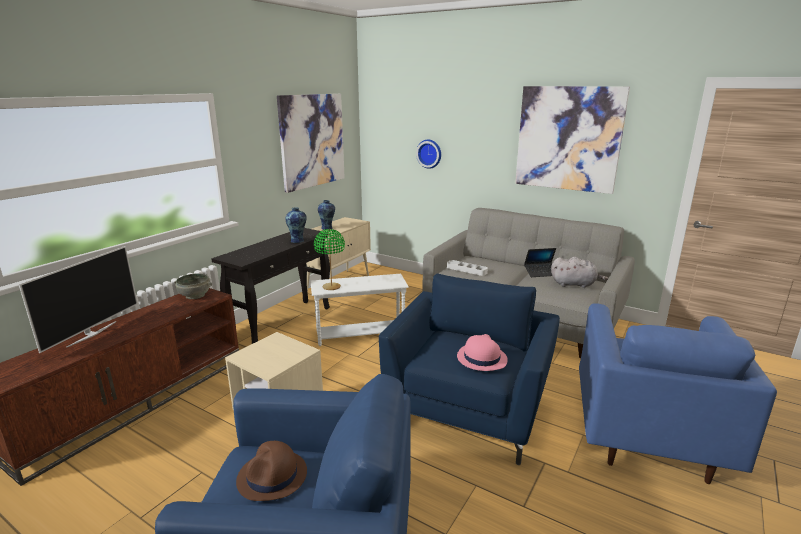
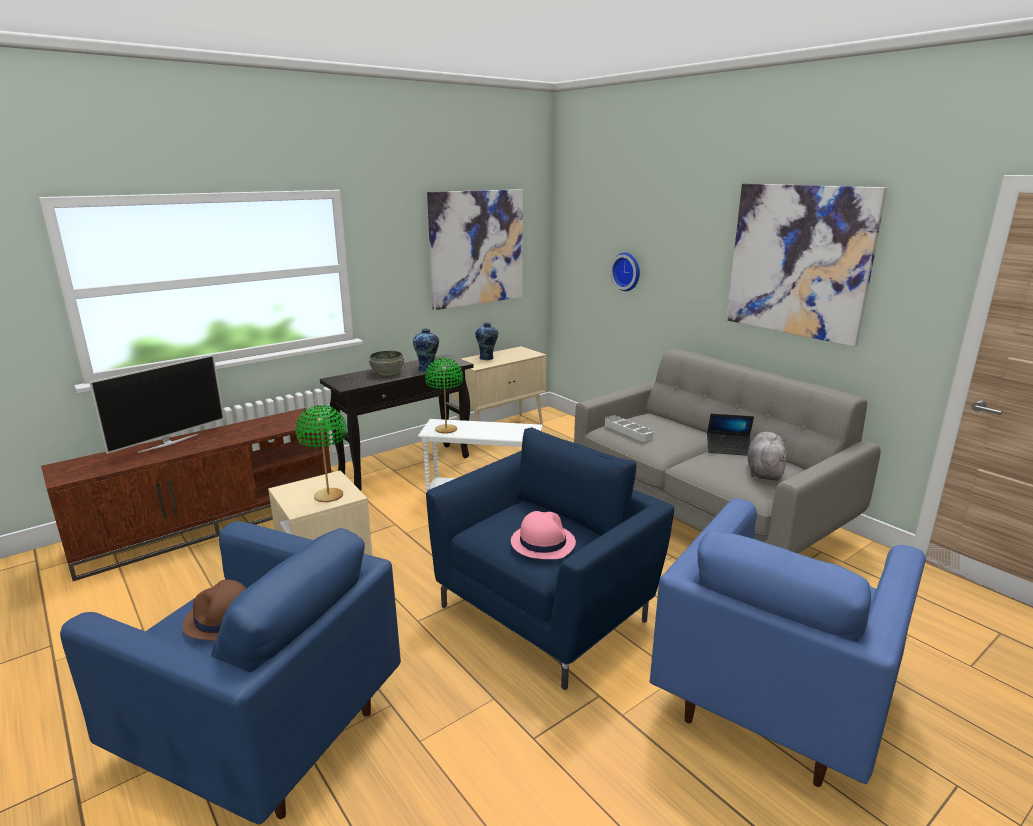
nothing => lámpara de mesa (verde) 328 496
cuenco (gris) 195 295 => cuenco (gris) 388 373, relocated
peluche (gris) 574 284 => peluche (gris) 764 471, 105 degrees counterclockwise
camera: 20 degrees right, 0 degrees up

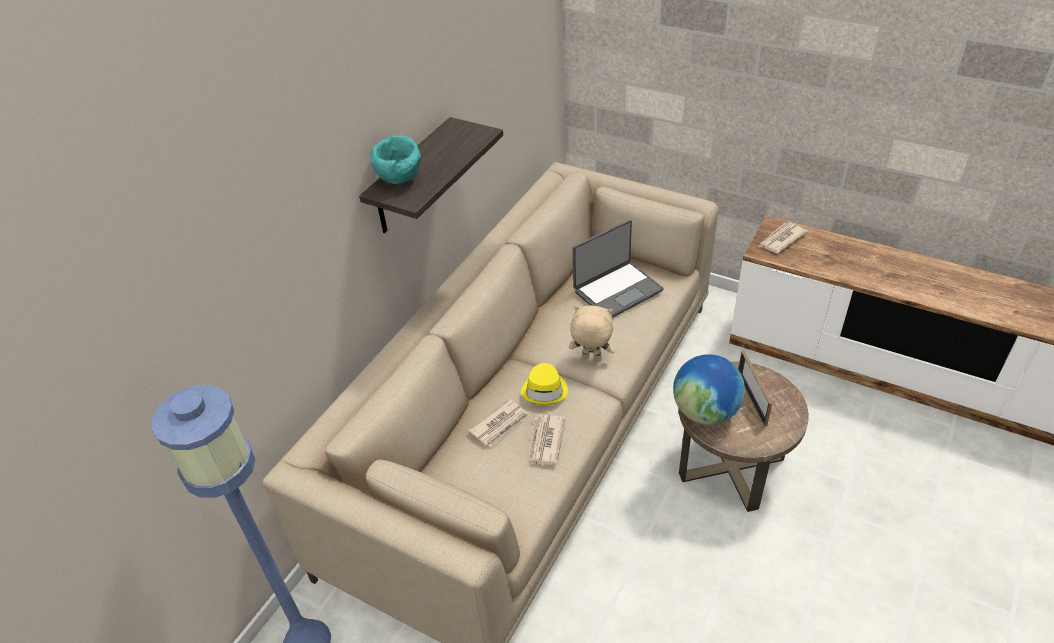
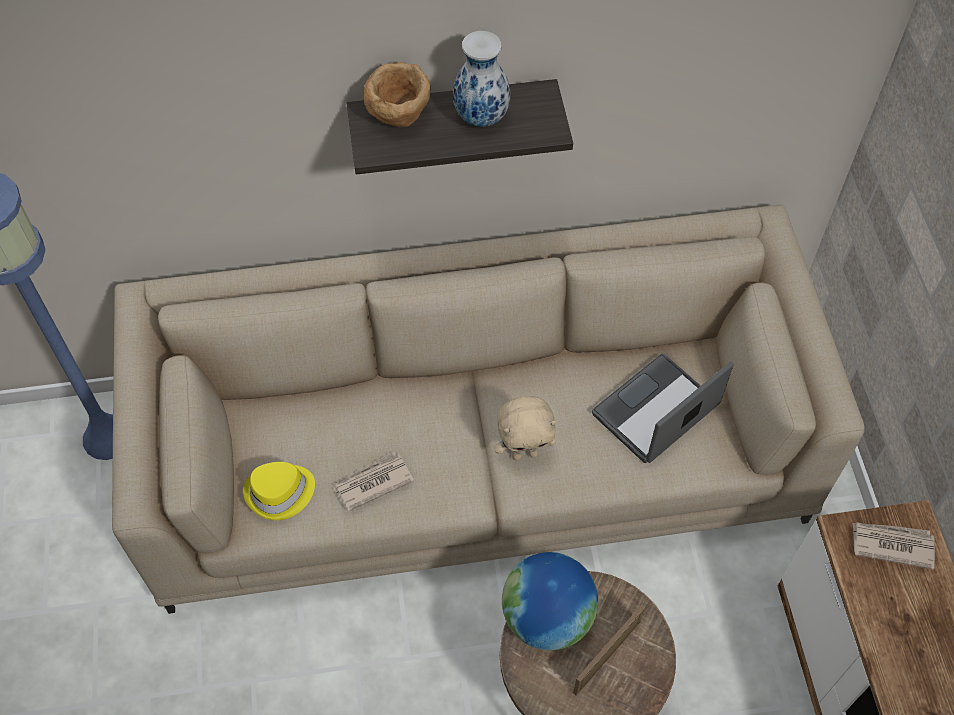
periódico 500 425 => nothing
nothing => florero 482 117
sombrero (amarillo) 545 390 => sombrero (amarillo) 280 493, relocated
cuenco (turquesa) 400 180 => cuenco (marrón) 399 117
peluche (beis) 591 359 => peluche (beis) 524 453, 105 degrees clockwise
portátil 617 290 => portátil 656 412, 120 degrees clockwise
camera: 50 degrees right, 15 degrees up

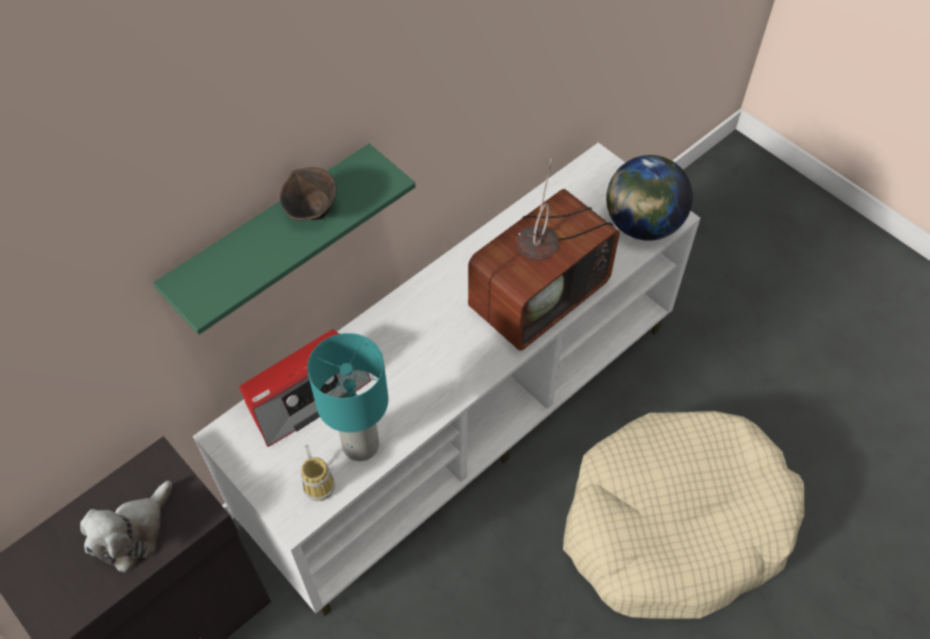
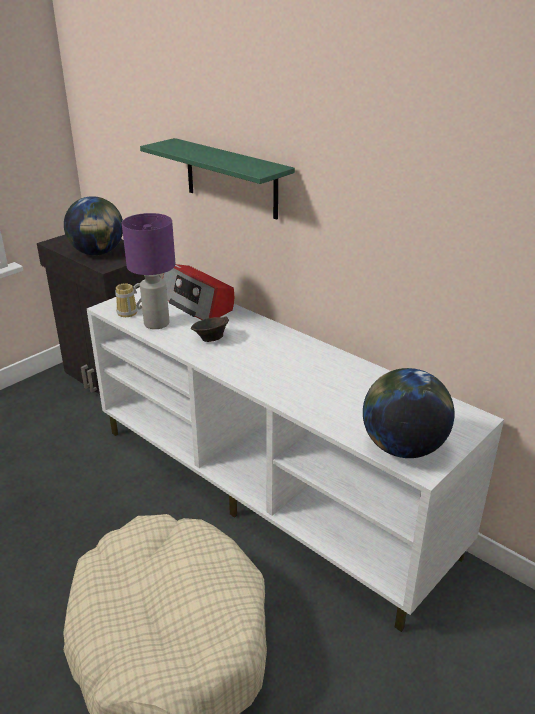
televisor 538 293 => nothing
cuenco (marrón) 312 211 => cuenco (marrón) 210 339, relocated
peluche 134 533 => globo terráqueo 98 253
lámpara de mesa (turquesa) 361 446 => lámpara de mesa (morado) 156 324
camera: 85 degrees right, 25 degrees down

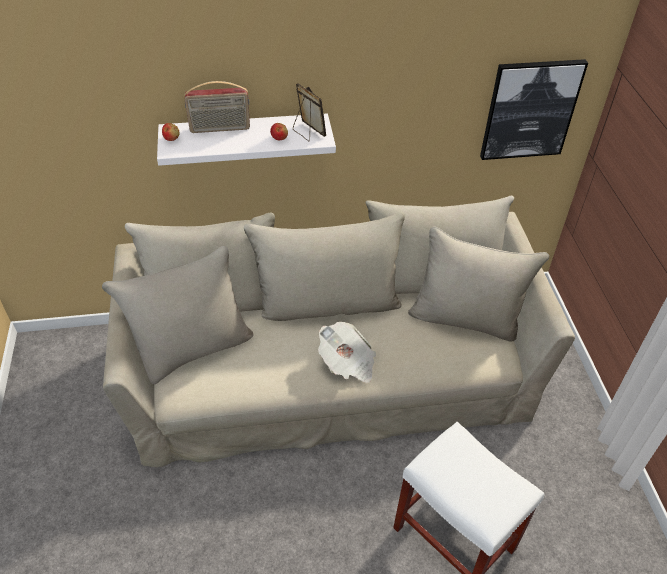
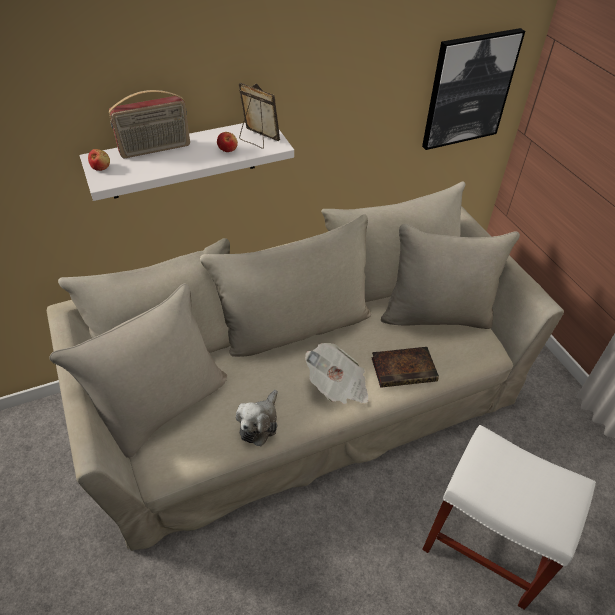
nothing => peluche 259 423
nothing => libro 405 369
camera: 15 degrees left, 0 degrees up

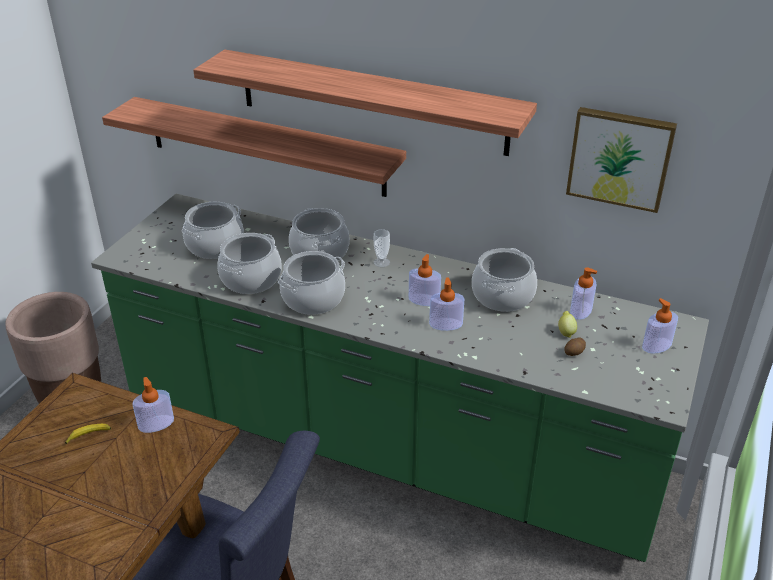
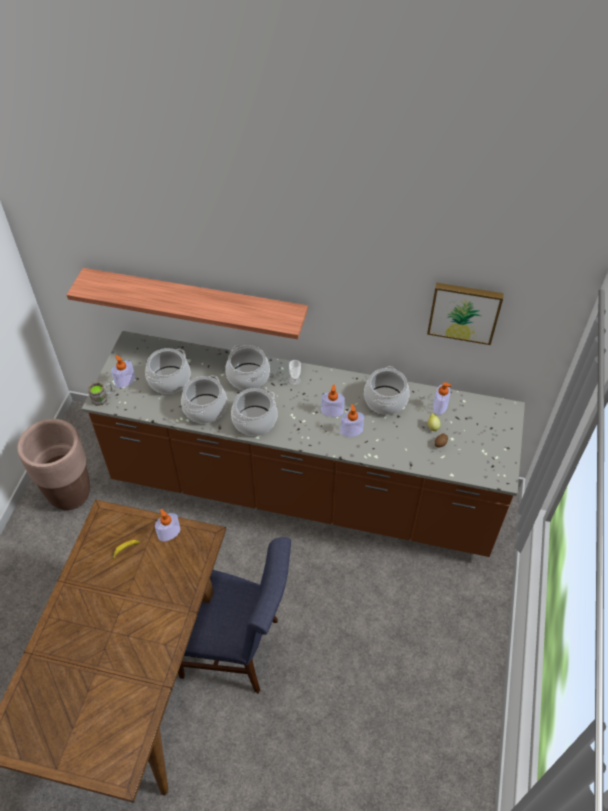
estante 371 102 => nothing
nothing => taza grande (marrón) 103 398
dispensador de jabón 656 345 => dispensador de jabón 125 381, relocated
mueble bajo de cocina (verde) 386 443 => mueble bajo de cocina (marrón) 303 489
camera: 10 degrees left, 15 degrees up

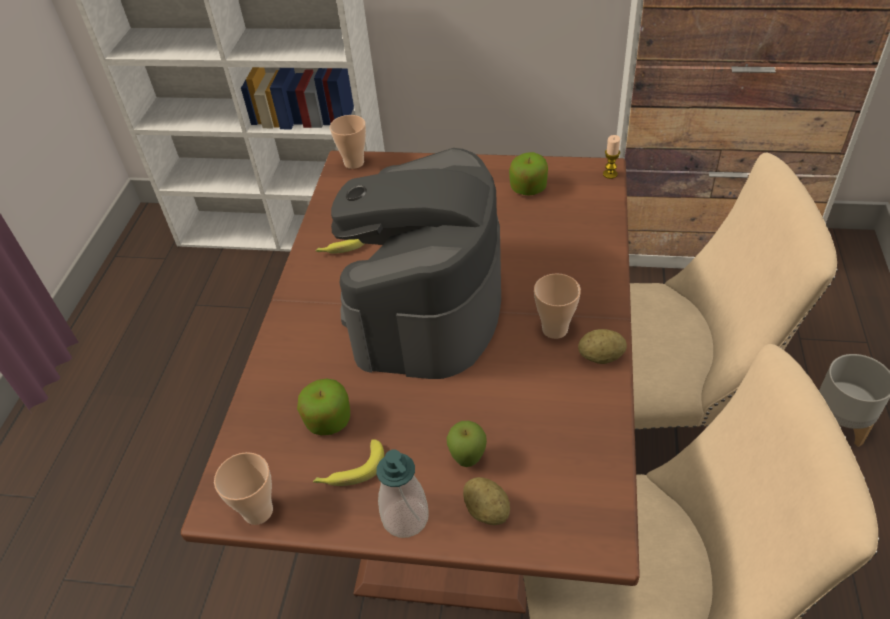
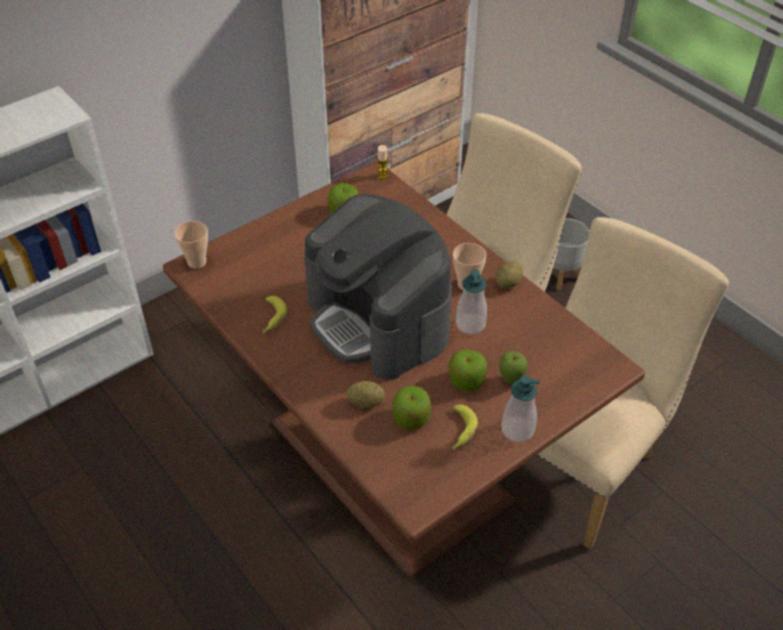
taza 258 511 => nothing
nothing => manzana 466 381
nothing => dispensador de jabón 470 324
patata 486 510 => patata 366 403, relocated
camera: 50 degrees left, 0 degrees up

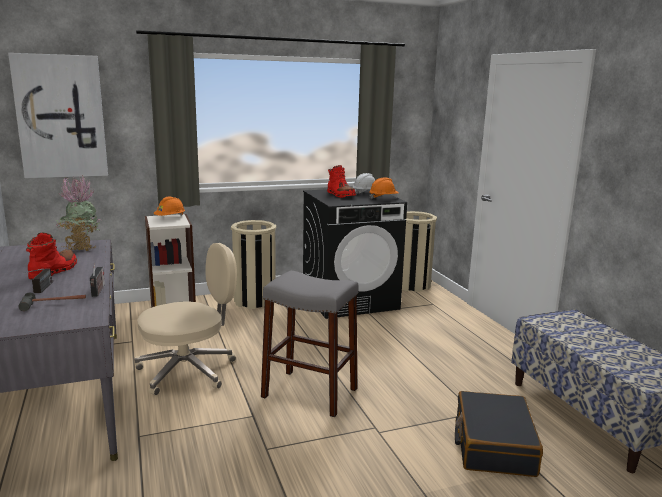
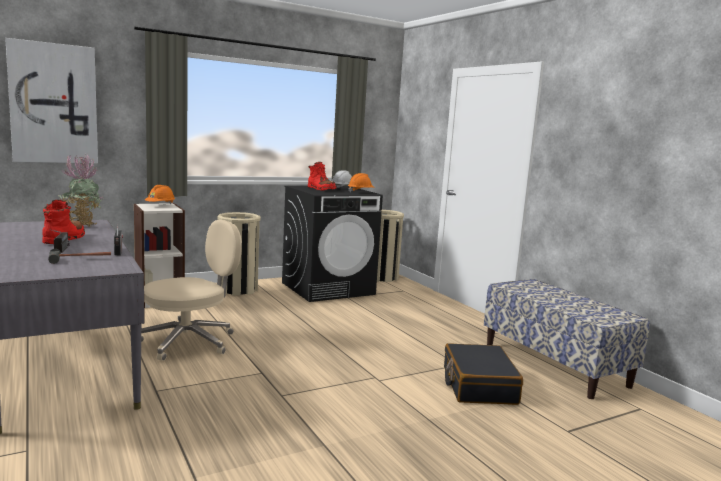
taburete (gris) 309 392 => nothing
camera: 10 degrees left, 5 degrees down

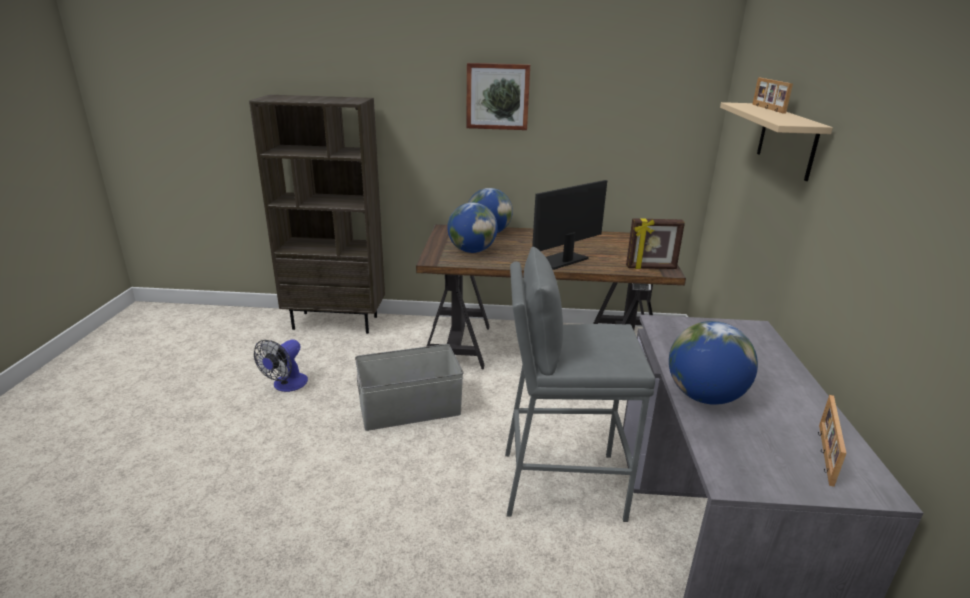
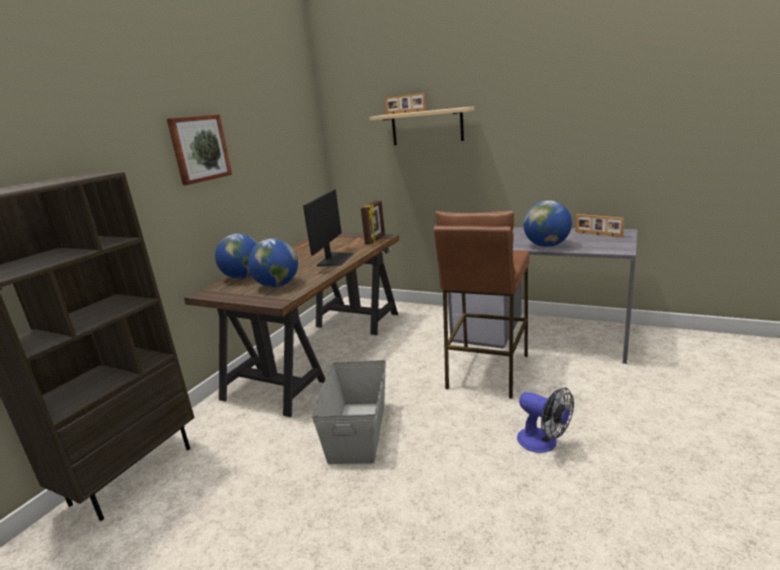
ventilador 286 385 => ventilador 543 443, relocated
taburete (gris) 561 483 => taburete (marrón) 486 371
monitor 561 260 => monitor 335 259, 150 degrees counterclockwise
camera: 65 degrees left, 5 degrees down

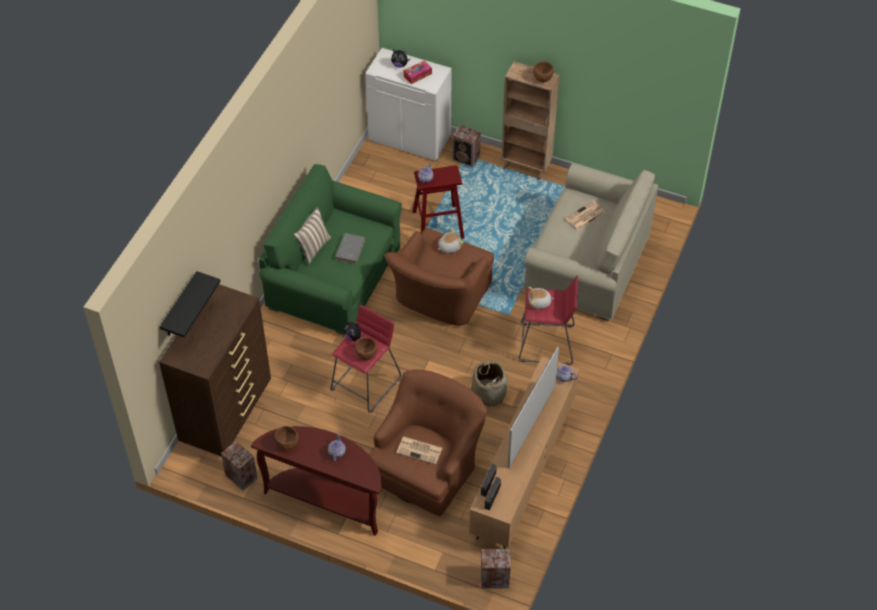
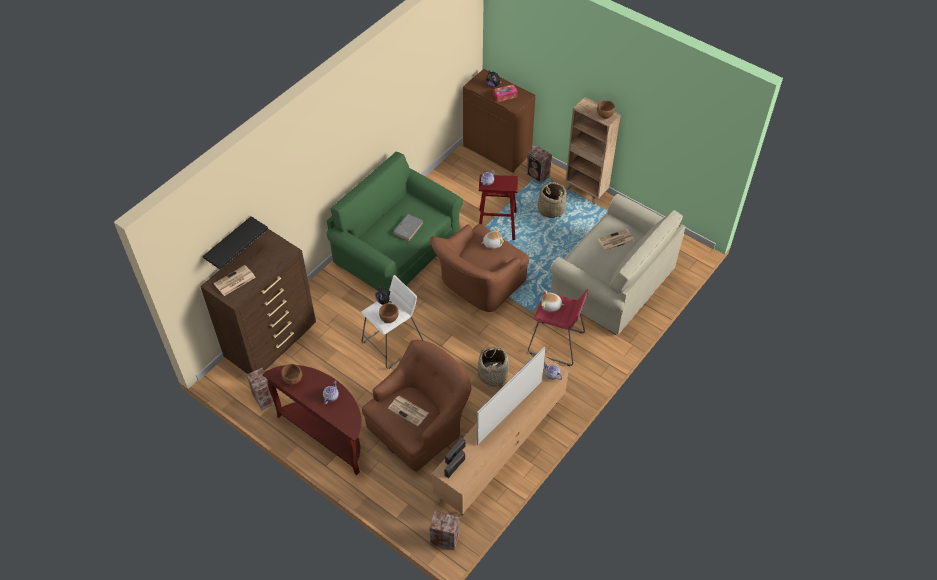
cojín 313 248 => nothing
nothing => periódico 234 281
nothing => cesta 551 209
taburete (rojo) 366 384 => taburete (blanco) 393 343
armario (blanco) 410 138 => armario (marrón) 497 150
camera: 15 degrees right, 0 degrees up

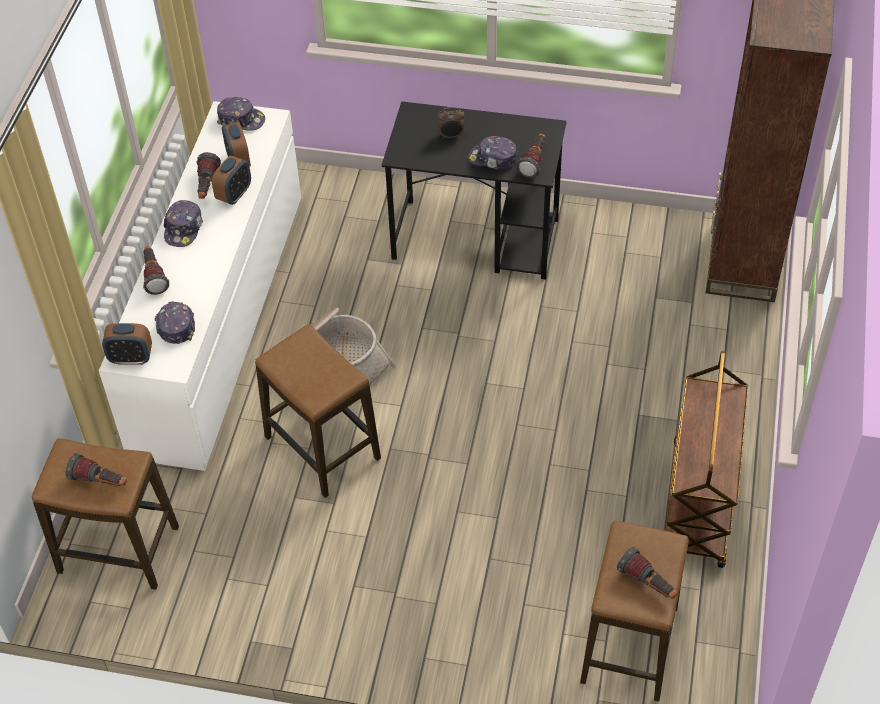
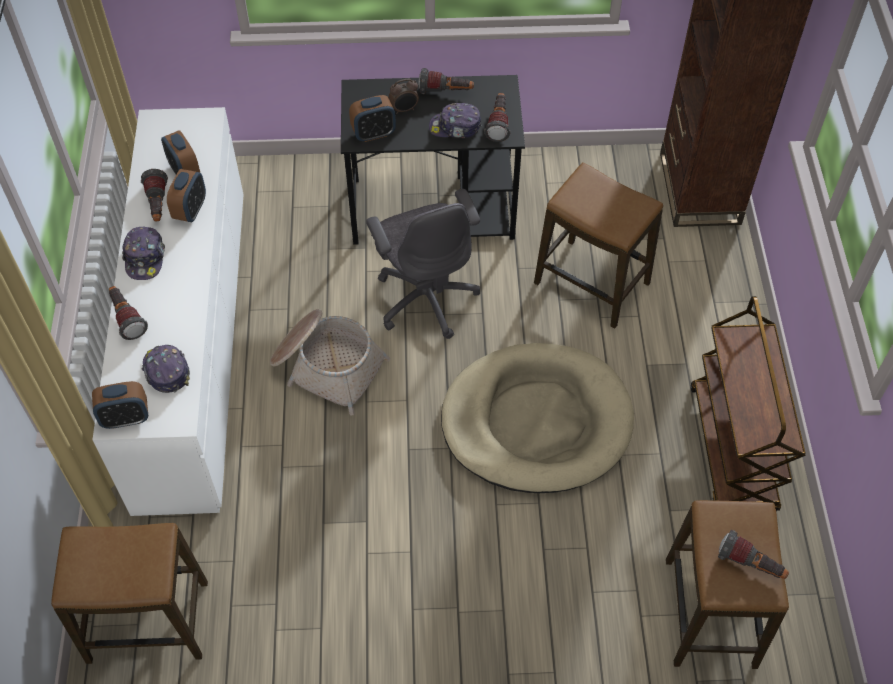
gorra 241 120 => nothing
nothing => despertador 373 133
nothing => silla de oficina (gris) 426 297
nothing => cama para perro (beis) 536 422
linterna 100 481 => linterna 446 92, relocated
taburete 323 448 => taburete 592 283, relocated
camera: 15 degrees left, 5 degrees up

